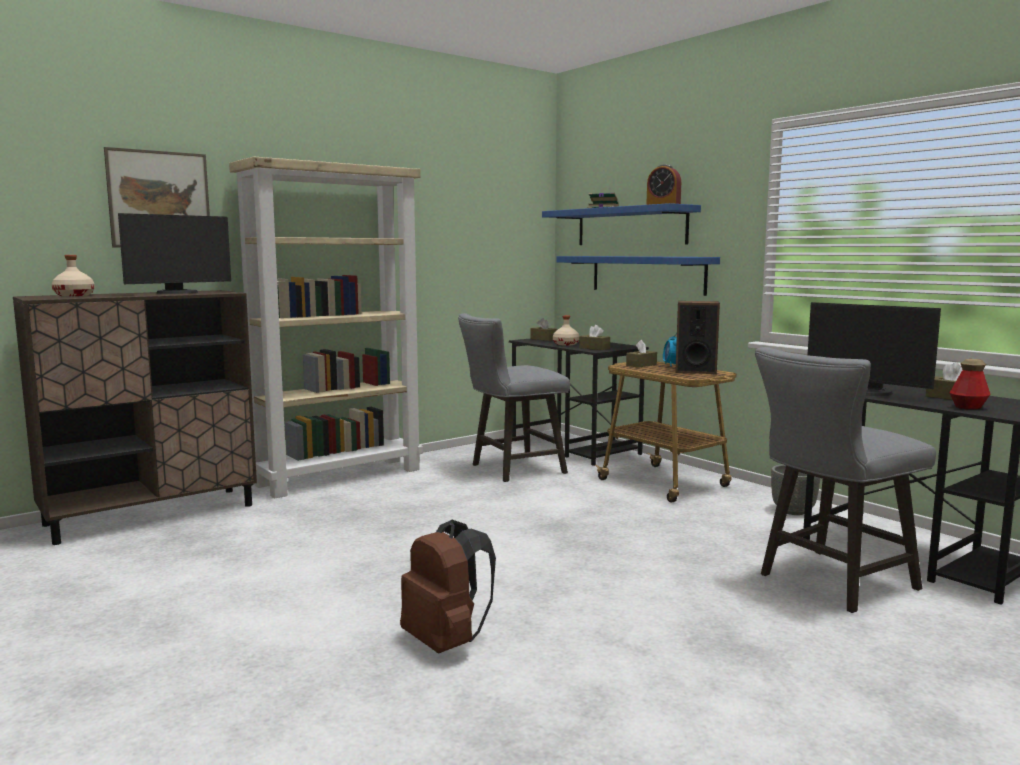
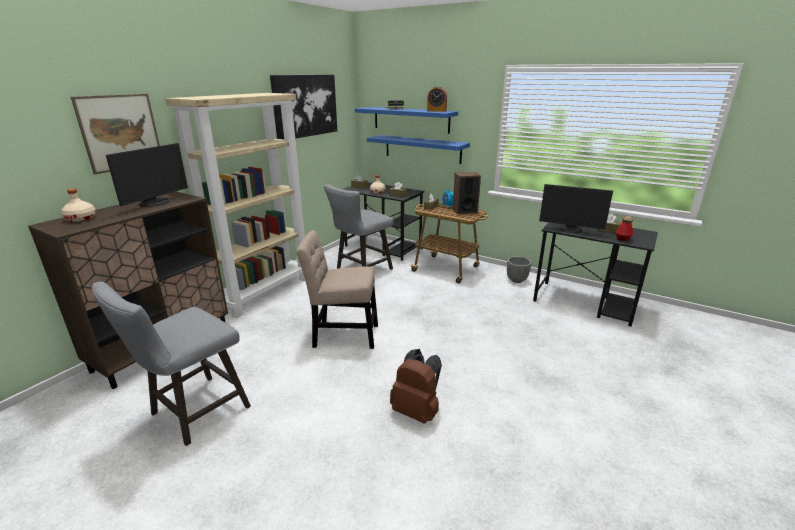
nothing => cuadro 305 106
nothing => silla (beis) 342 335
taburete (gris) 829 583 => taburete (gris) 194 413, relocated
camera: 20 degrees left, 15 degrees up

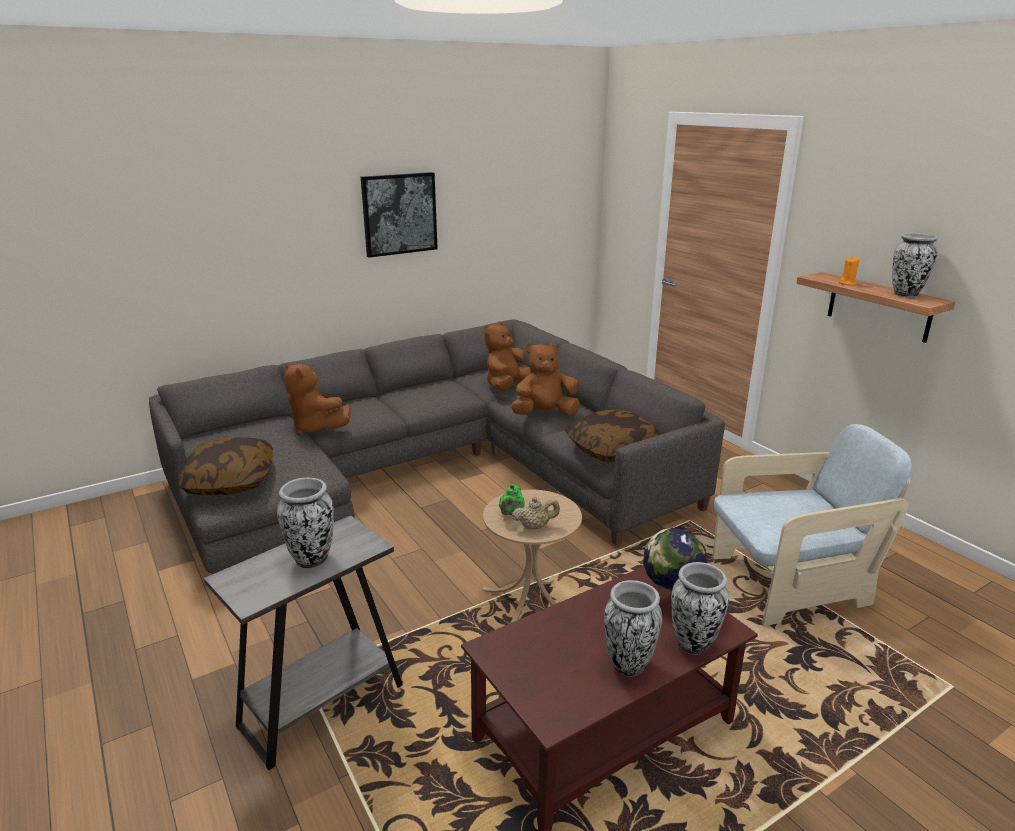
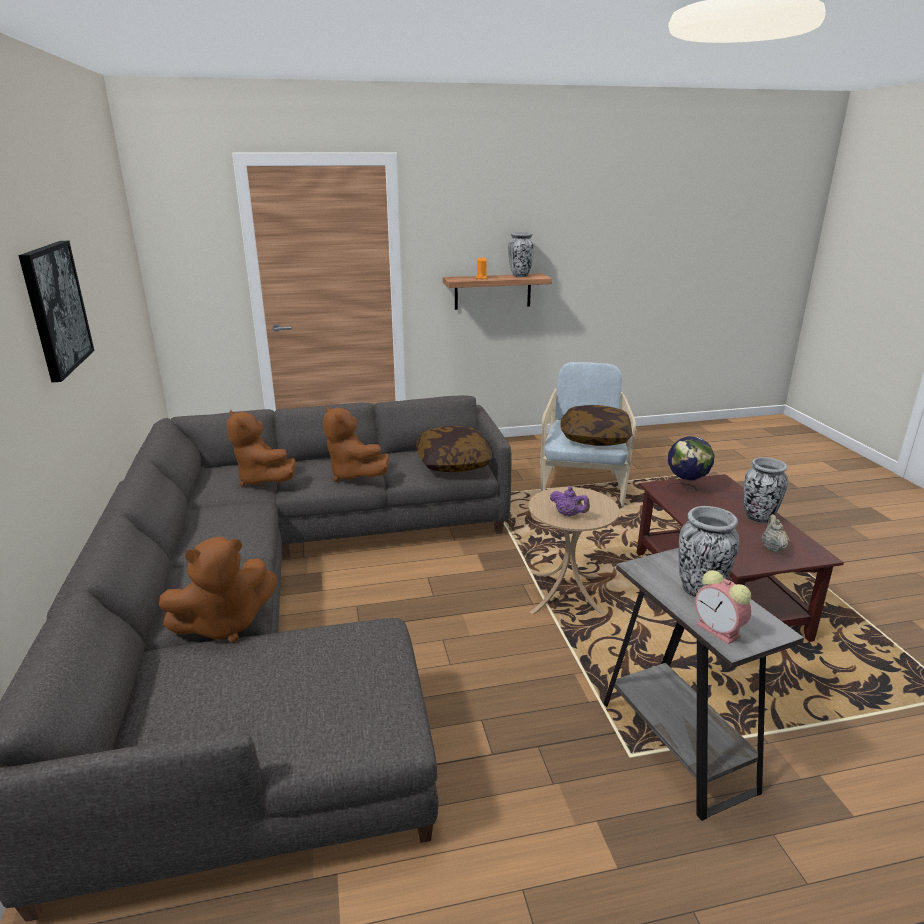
florero 694 644 => nothing
nothing => despertador 720 631
cojín 231 481 => cojín 595 438, relocated
tetera (beis) 535 526 => tetera (beis) 772 547, relocated
tetera (verde) 511 513 => tetera (morado) 568 514
peluche (marrón) 544 414 => peluche (marrón) 353 475, 45 degrees counterclockwise
camera: 70 degrees left, 0 degrees up

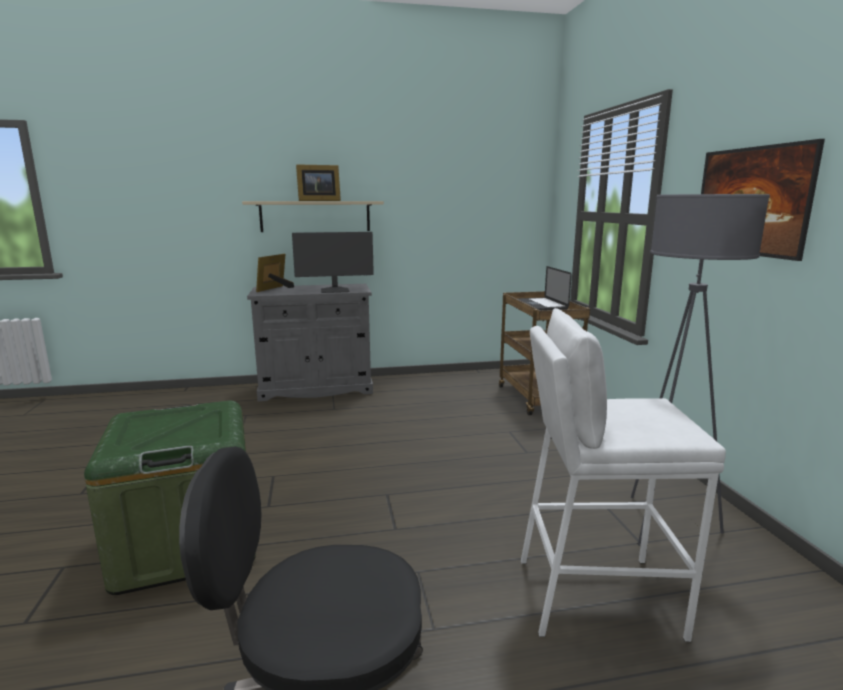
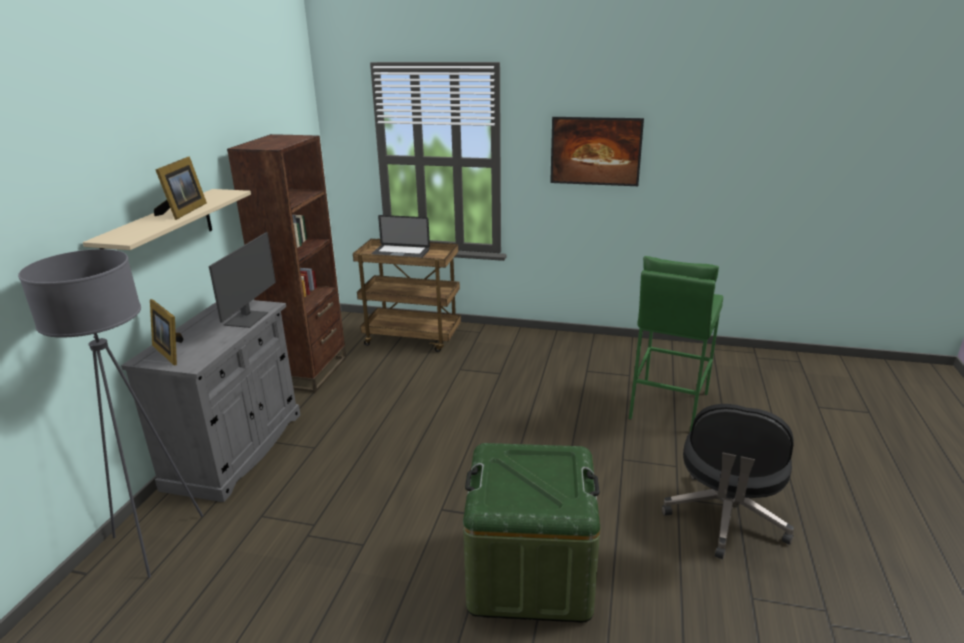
nothing => estantería (marrón) 309 371
lámpara de pie (gris) 665 524 => lámpara de pie (gris) 157 541, relocated
taburete (blanco) 595 595 => taburete (verde) 667 405
camera: 65 degrees left, 10 degrees up

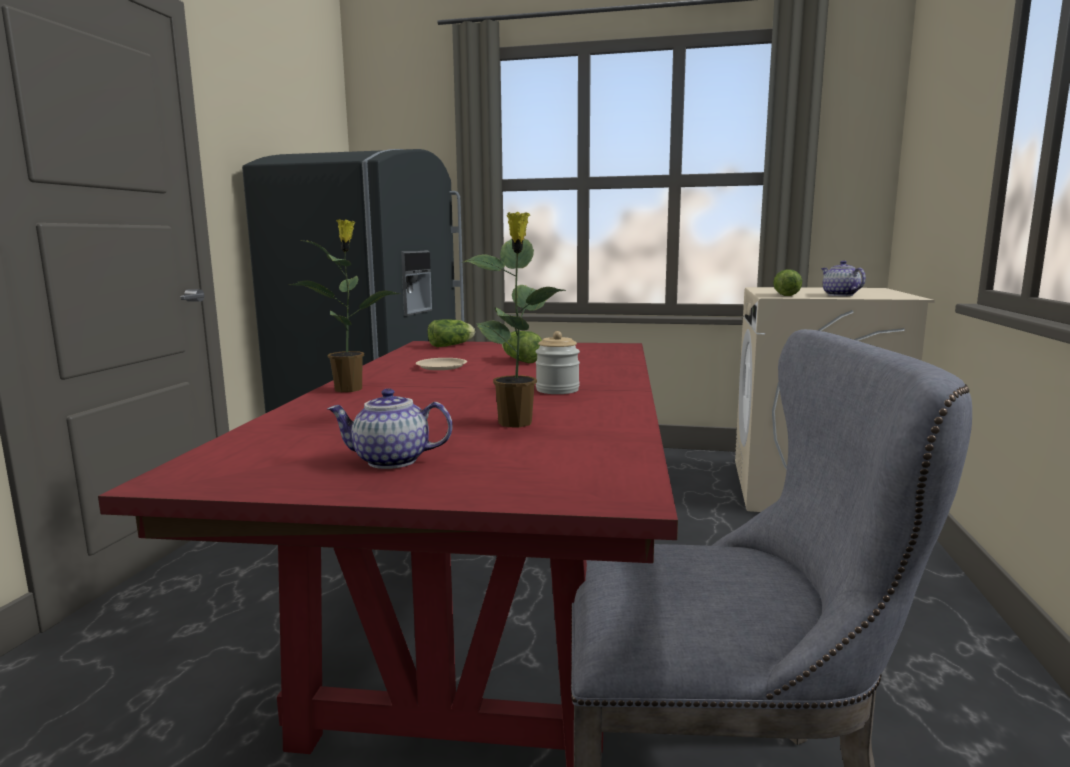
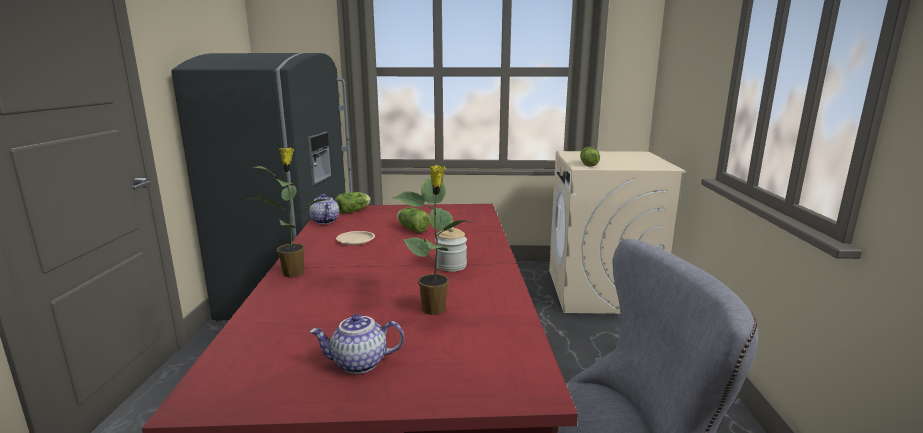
tetera 839 295 => tetera 324 221, relocated
camera: 10 degrees left, 5 degrees up

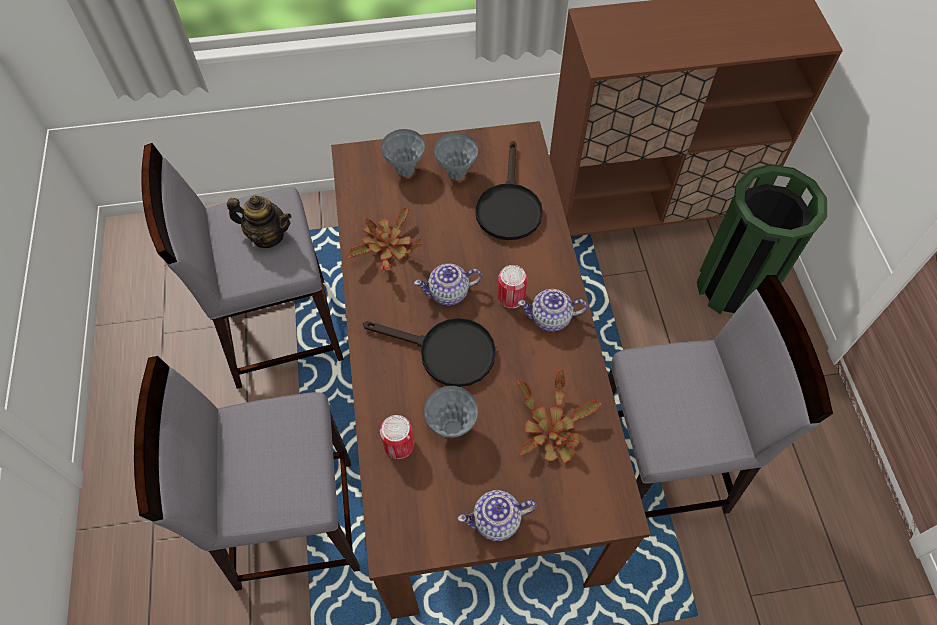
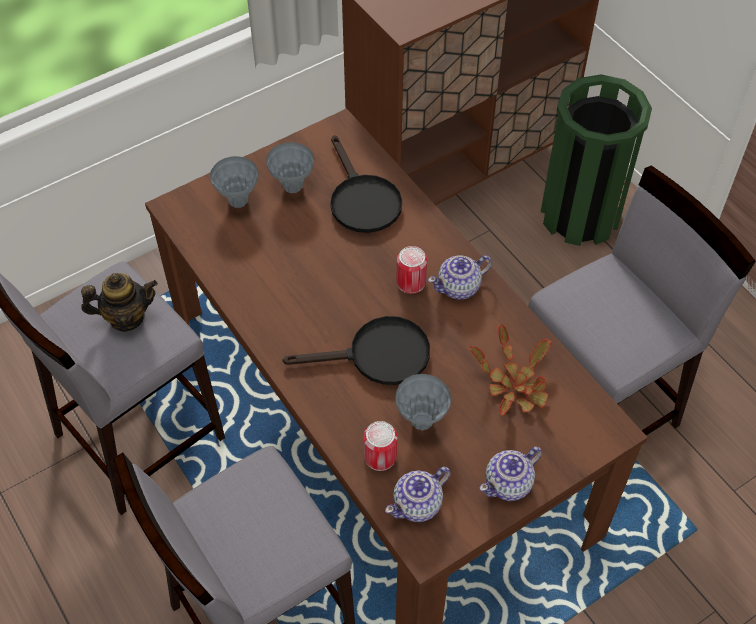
planta en maceta 386 247 => nothing
tetera 449 293 => tetera 418 504, relocated
camera: 25 degrees left, 5 degrees down

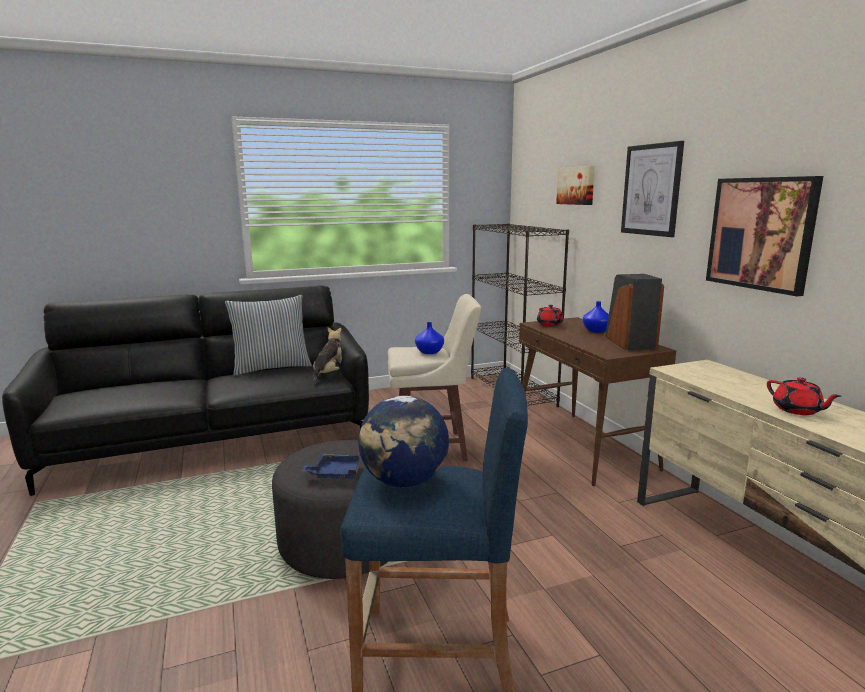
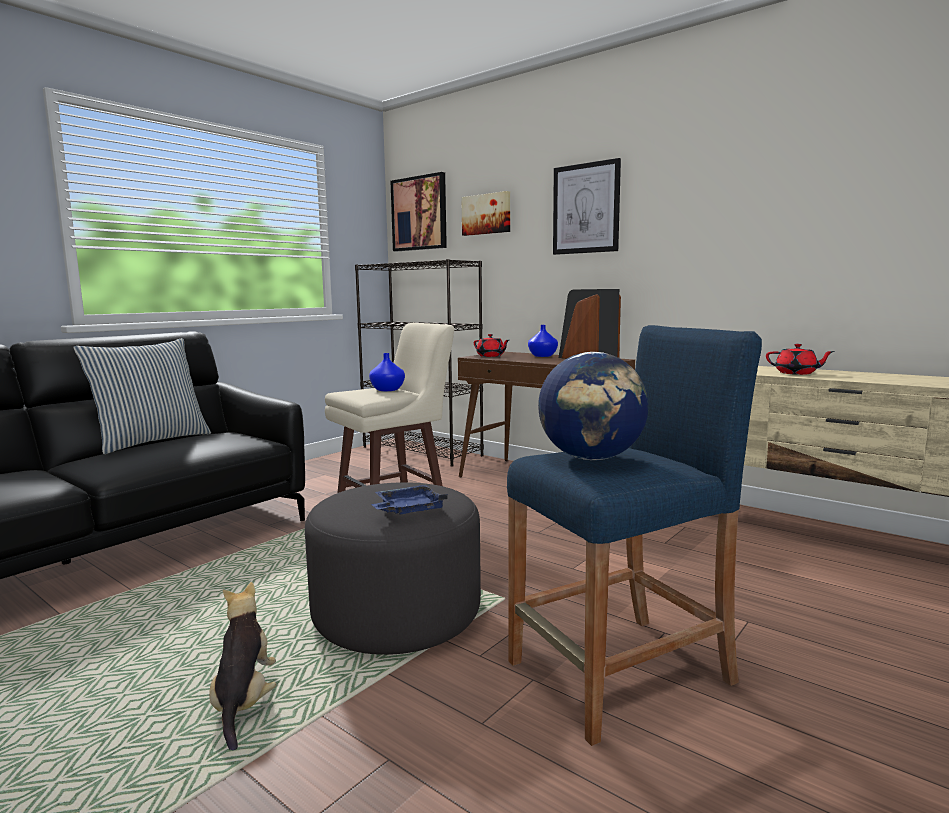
peluche 329 374 => peluche 244 701, relocated
cuadro 761 233 => cuadro 419 213, relocated
camera: 30 degrees left, 5 degrees down

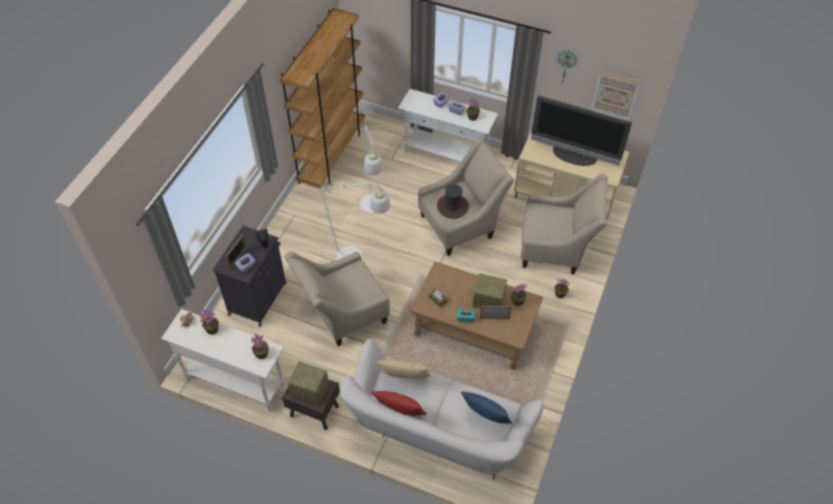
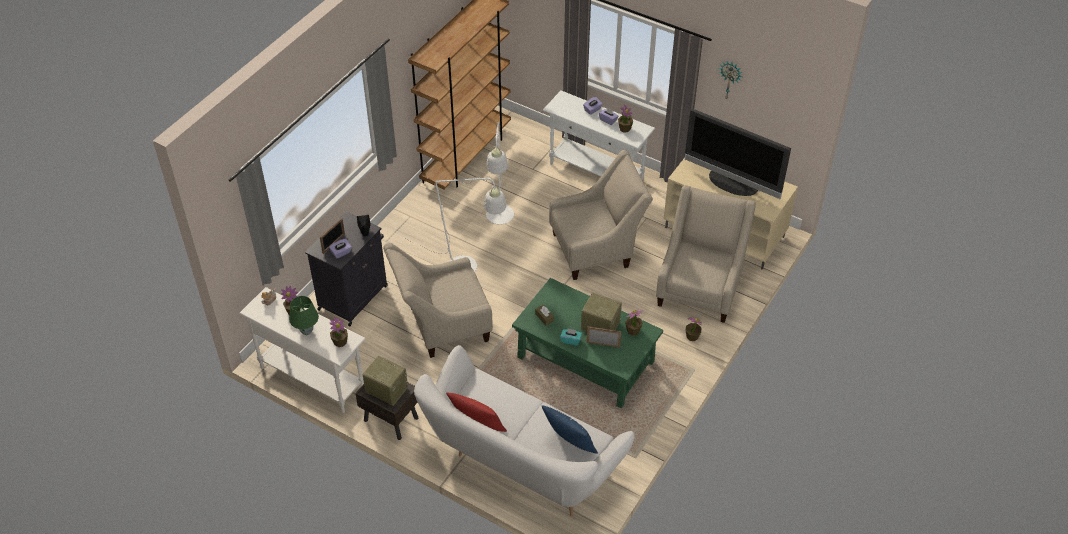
cojín (beis) 404 380 => nothing
sombrero 452 206 => nothing
cuadro 614 95 => nothing
nothing => lámpara de mesa (verde) 306 331
mesa de centro (marrón) 473 328 => mesa de centro (verde) 585 359
sillón (beis) 556 248 => sillón (beis) 700 287, 90 degrees counterclockwise
camera: 10 degrees right, 5 degrees down

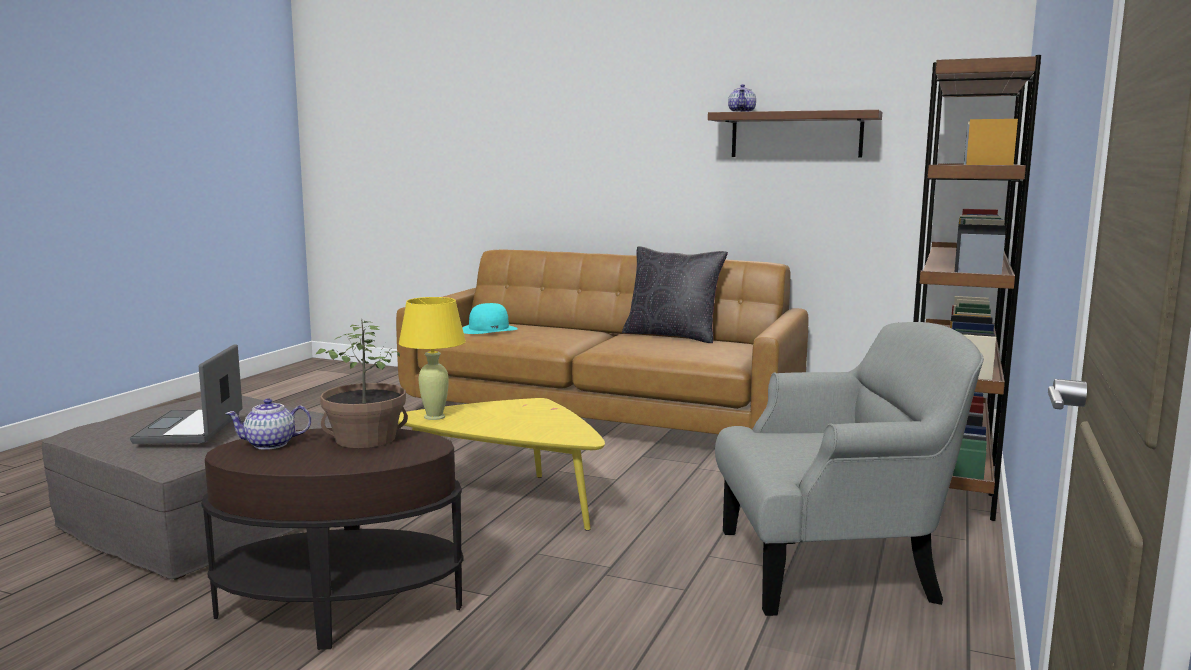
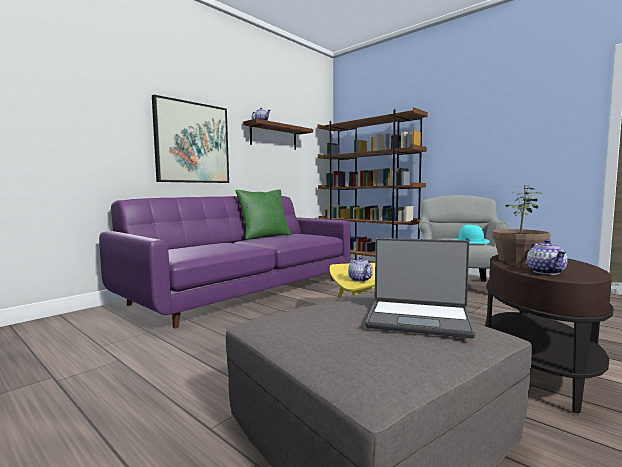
nothing => cuadro 192 143
sombrero (turquesa) 489 329 => sombrero (turquesa) 470 241, relocated
lámpara de mesa (amarillo) 434 417 => tetera 360 280
sofá (marrón) 603 415 => sofá (morado) 243 291
cojín (negro) 672 335 => cojín (verde) 264 236
camera: 70 degrees left, 5 degrees down

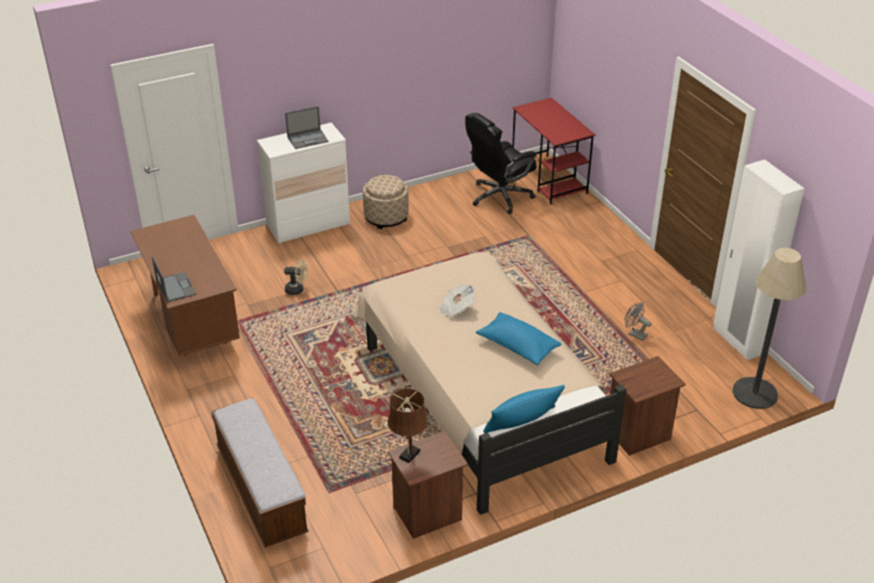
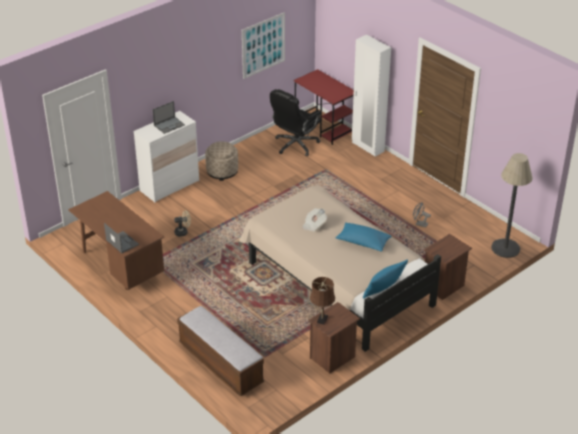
nothing => cuadro 263 45
armario ropero (blanco) 738 341 => armario ropero (blanco) 367 147, relocated
camera: 15 degrees left, 0 degrees up

